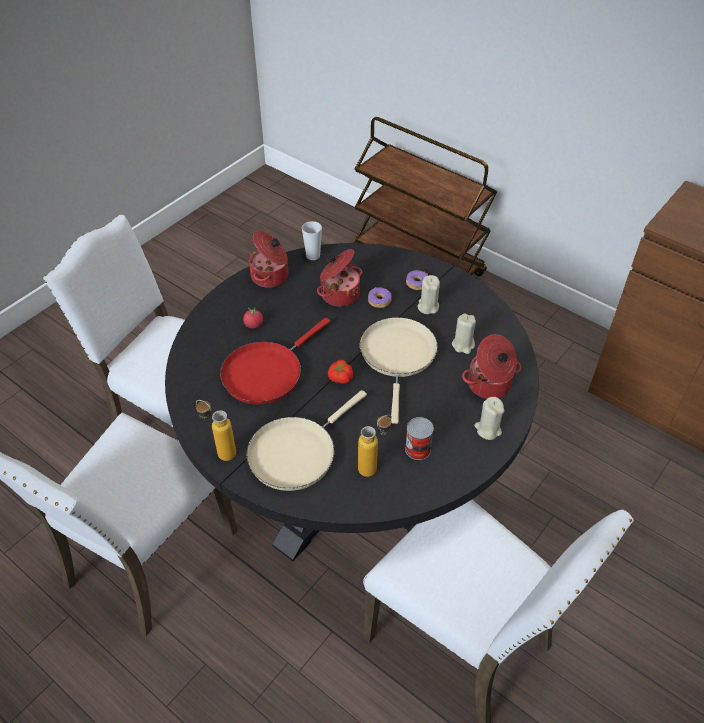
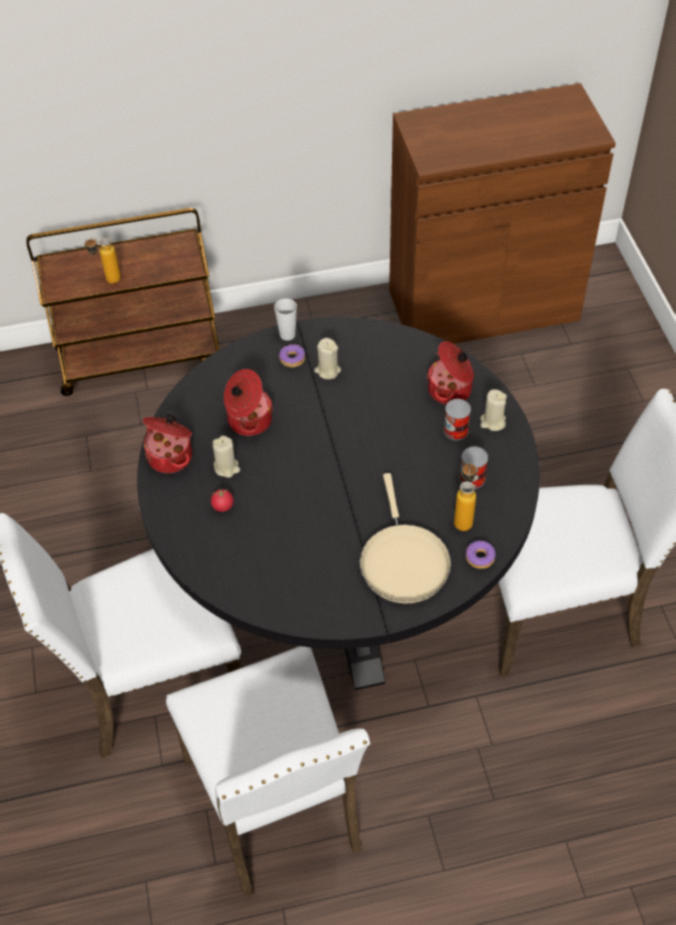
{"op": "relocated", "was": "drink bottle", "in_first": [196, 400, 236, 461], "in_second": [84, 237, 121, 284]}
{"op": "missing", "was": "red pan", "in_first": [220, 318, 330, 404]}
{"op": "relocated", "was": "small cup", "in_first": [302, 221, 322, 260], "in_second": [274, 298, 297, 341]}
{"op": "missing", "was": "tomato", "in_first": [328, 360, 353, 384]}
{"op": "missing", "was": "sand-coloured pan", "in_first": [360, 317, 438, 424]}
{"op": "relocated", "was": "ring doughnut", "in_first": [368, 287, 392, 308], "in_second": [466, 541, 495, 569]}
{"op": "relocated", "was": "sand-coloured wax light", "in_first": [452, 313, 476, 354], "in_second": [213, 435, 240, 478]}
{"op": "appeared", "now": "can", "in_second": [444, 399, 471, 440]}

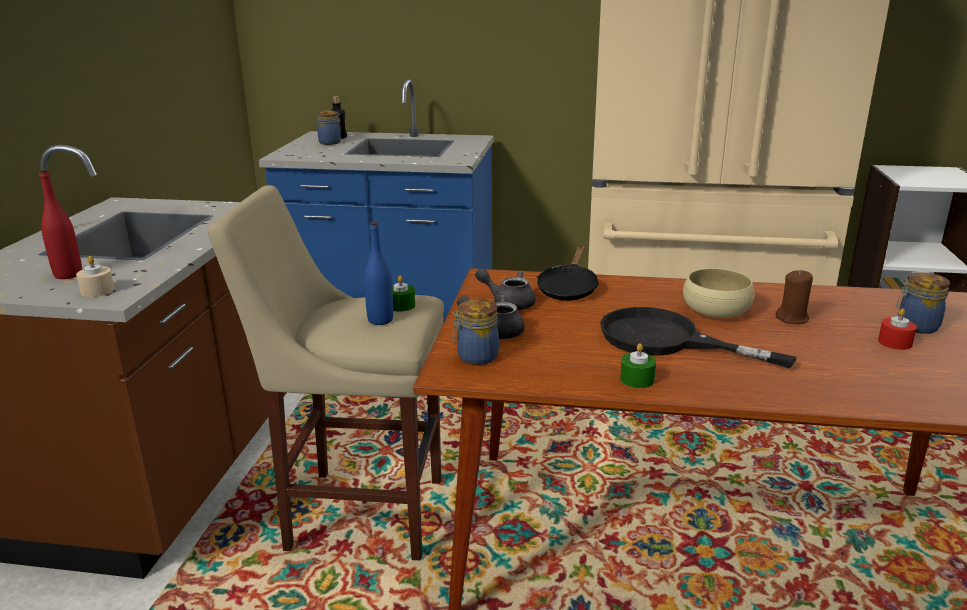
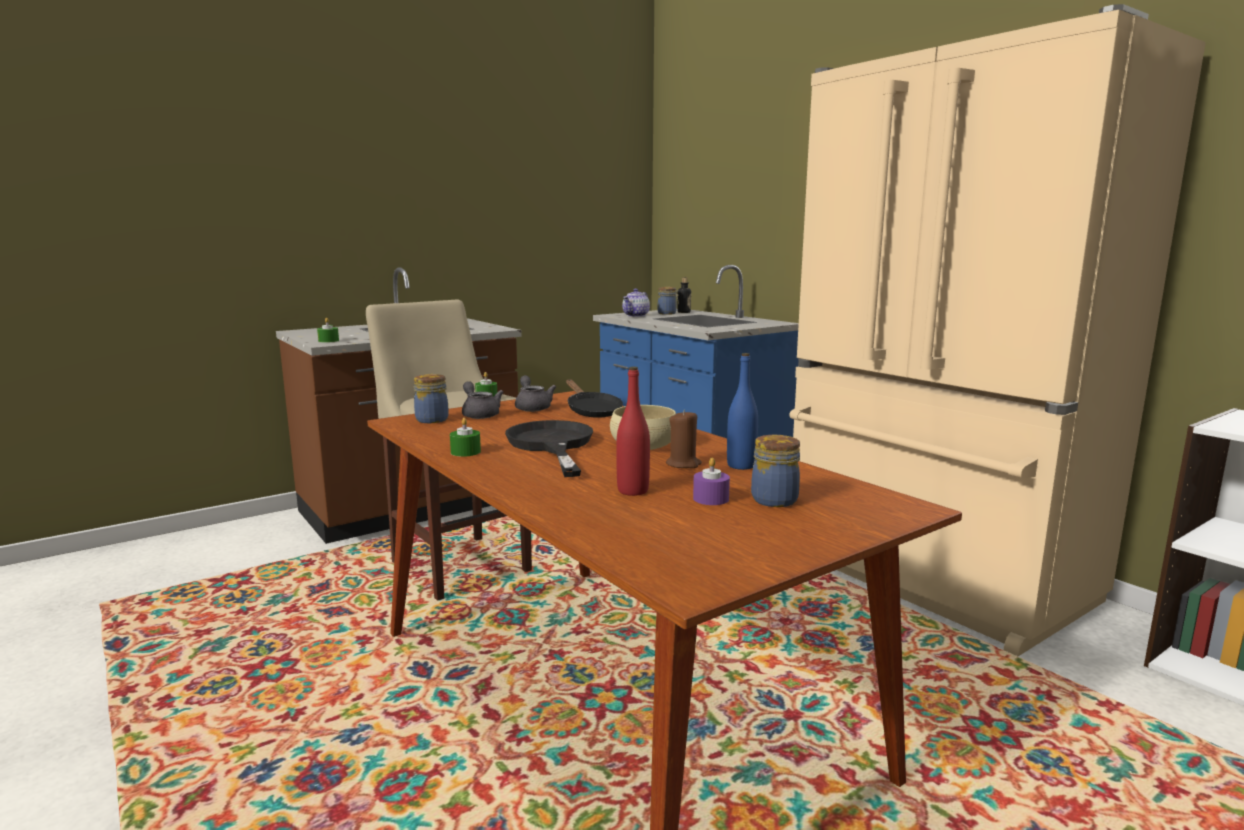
{"op": "relocated", "was": "red drink bottle", "in_first": [39, 169, 82, 279], "in_second": [616, 367, 650, 496]}
{"op": "colour", "was": "sand-coloured wax light", "now": "greenish wax light", "in_first": [76, 256, 115, 297], "in_second": [317, 318, 339, 343]}
{"op": "relocated", "was": "blue drink bottle", "in_first": [364, 222, 393, 325], "in_second": [727, 353, 758, 470]}
{"op": "spun", "was": "black pan", "in_first": [537, 245, 599, 301], "in_second": [566, 379, 623, 418], "clockwise": -90}
{"op": "colour", "was": "red wax light", "now": "purple wax light", "in_first": [878, 308, 917, 350], "in_second": [693, 458, 730, 505]}
{"op": "appeared", "now": "teapot", "in_second": [622, 288, 650, 317]}

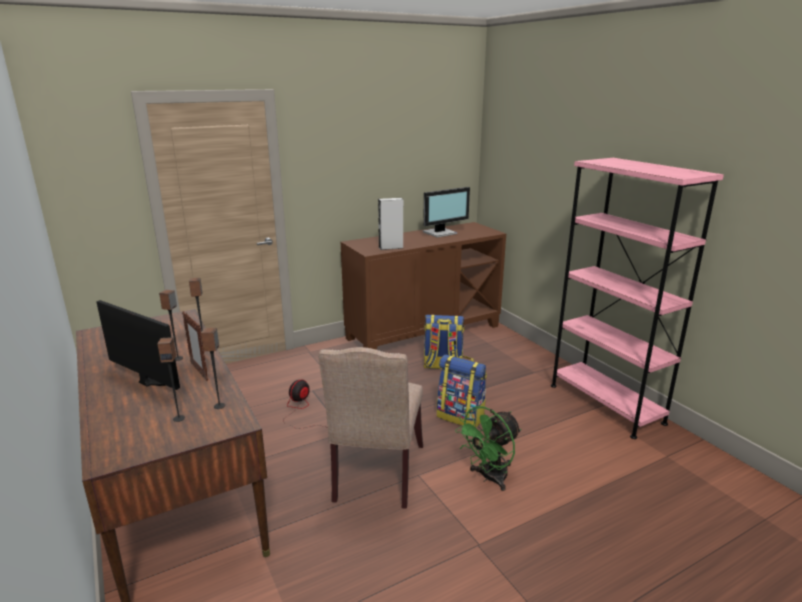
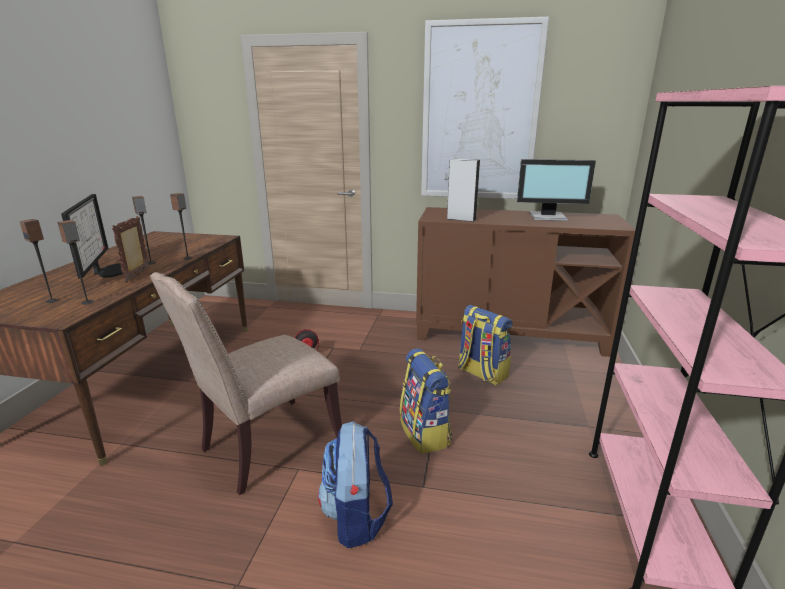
{"op": "exchanged", "was": "greenish cooling fan", "now": "rucksack", "in_first": [455, 406, 521, 491], "in_second": [318, 421, 393, 548]}
{"op": "appeared", "now": "wall picture", "in_second": [421, 17, 549, 199]}

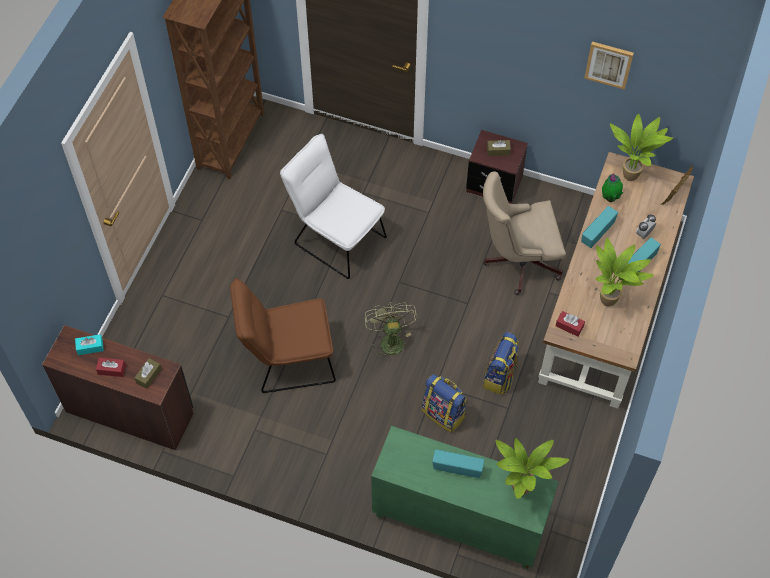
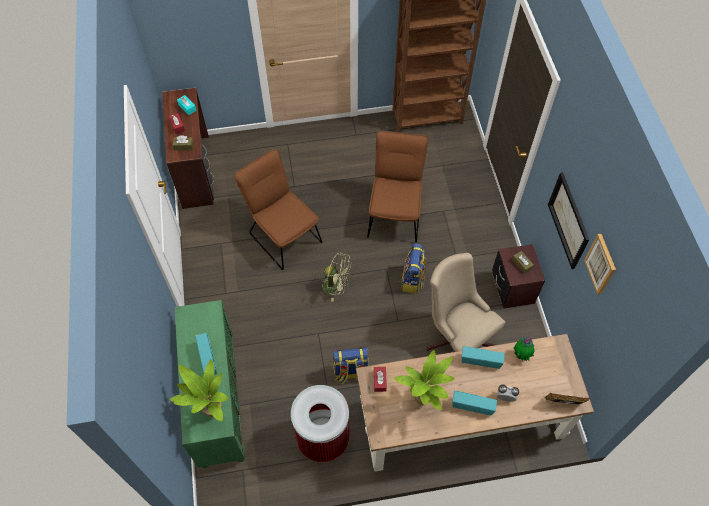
{"op": "colour", "was": "white upright chair", "now": "brownish upright chair", "in_first": [280, 134, 387, 279], "in_second": [367, 131, 429, 243]}
{"op": "spun", "was": "greenish cooling fan", "in_first": [365, 302, 417, 362], "in_second": [319, 252, 352, 302], "clockwise": 60}
{"op": "relocated", "was": "rucksack", "in_first": [422, 374, 467, 433], "in_second": [401, 243, 426, 294]}
{"op": "missing", "was": "potted plant", "in_first": [610, 114, 673, 181]}
{"op": "appeared", "now": "trash can", "in_second": [291, 385, 350, 462]}
{"op": "appeared", "now": "wall picture", "in_second": [548, 173, 589, 269]}

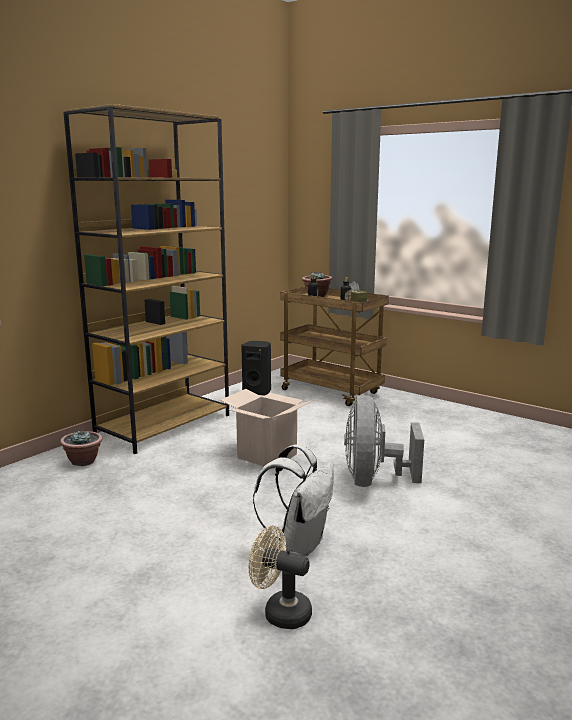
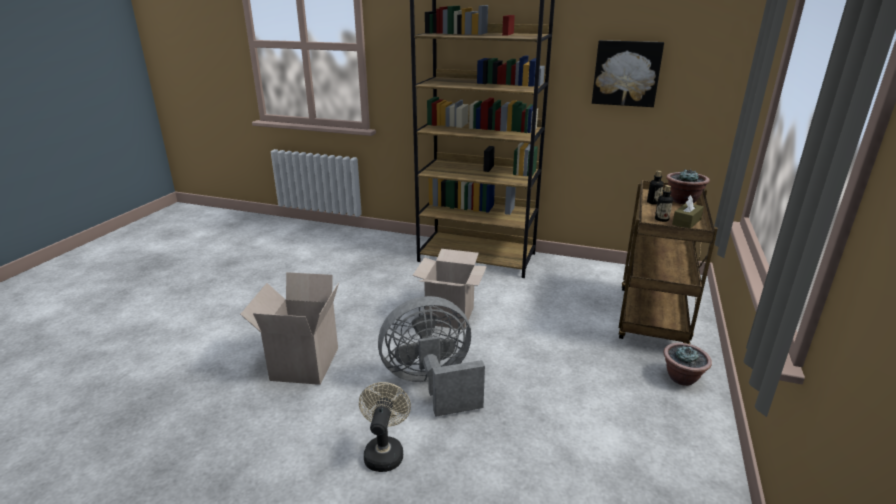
{"op": "relocated", "was": "potted plant", "in_first": [60, 430, 103, 466], "in_second": [664, 343, 712, 386]}
{"op": "missing", "was": "black audio speaker", "in_first": [241, 341, 271, 396]}
{"op": "relocated", "was": "sand-coloured cooling fan", "in_first": [249, 526, 312, 629], "in_second": [359, 382, 411, 472]}
{"op": "exchanged", "was": "white rucksack", "now": "carton", "in_first": [253, 444, 334, 556], "in_second": [240, 272, 339, 385]}
{"op": "appeared", "now": "wall picture", "in_second": [592, 40, 664, 107]}

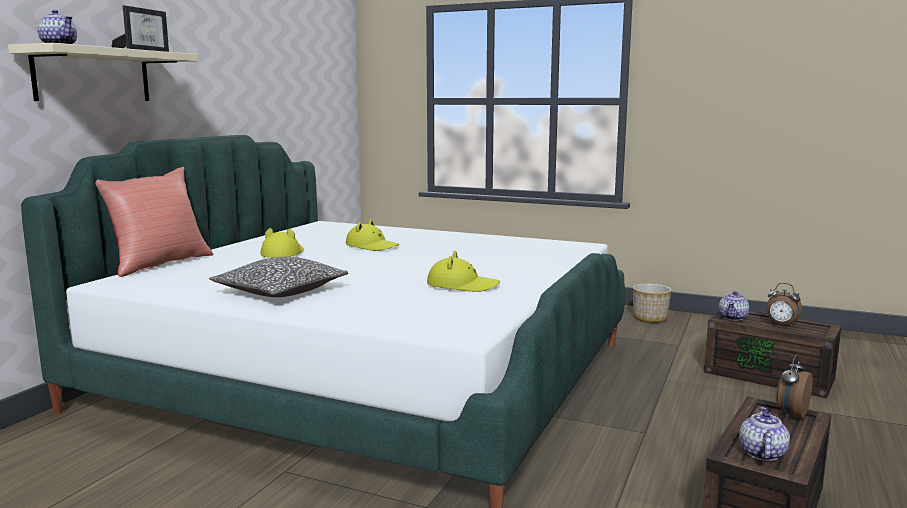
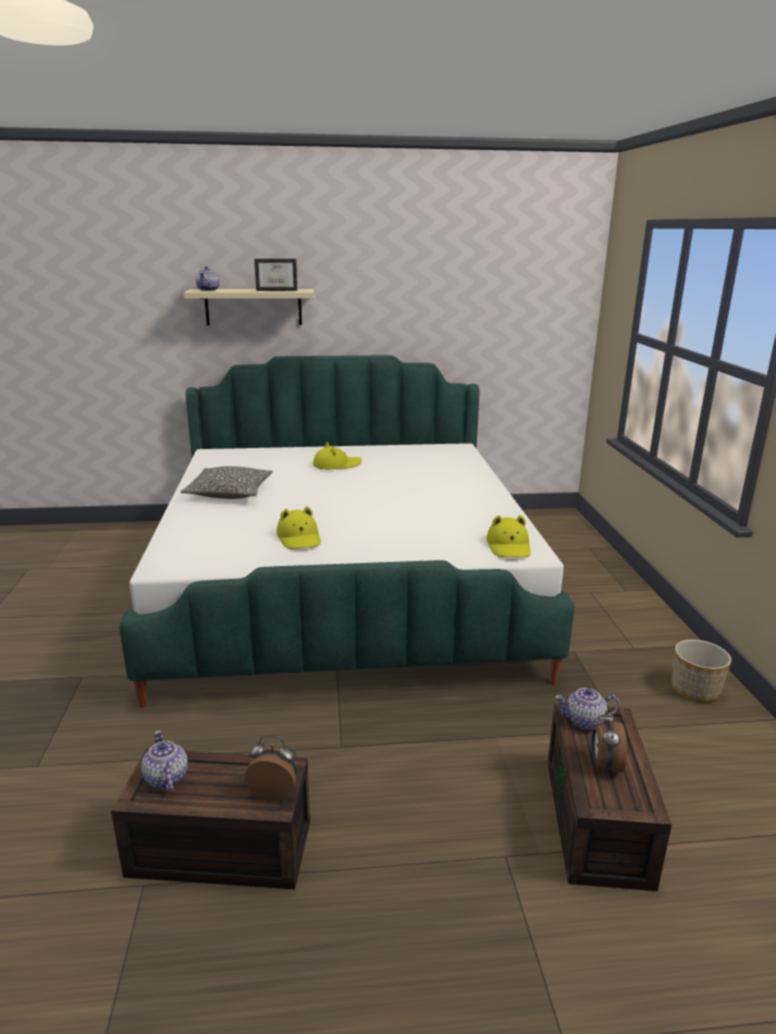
{"op": "missing", "was": "red throw pillow", "in_first": [96, 167, 213, 277]}
{"op": "relocated", "was": "yellow wearable hat", "in_first": [346, 219, 399, 251], "in_second": [487, 515, 531, 557]}
{"op": "spun", "was": "teapot", "in_first": [739, 407, 790, 461], "in_second": [141, 730, 188, 792], "clockwise": -105}

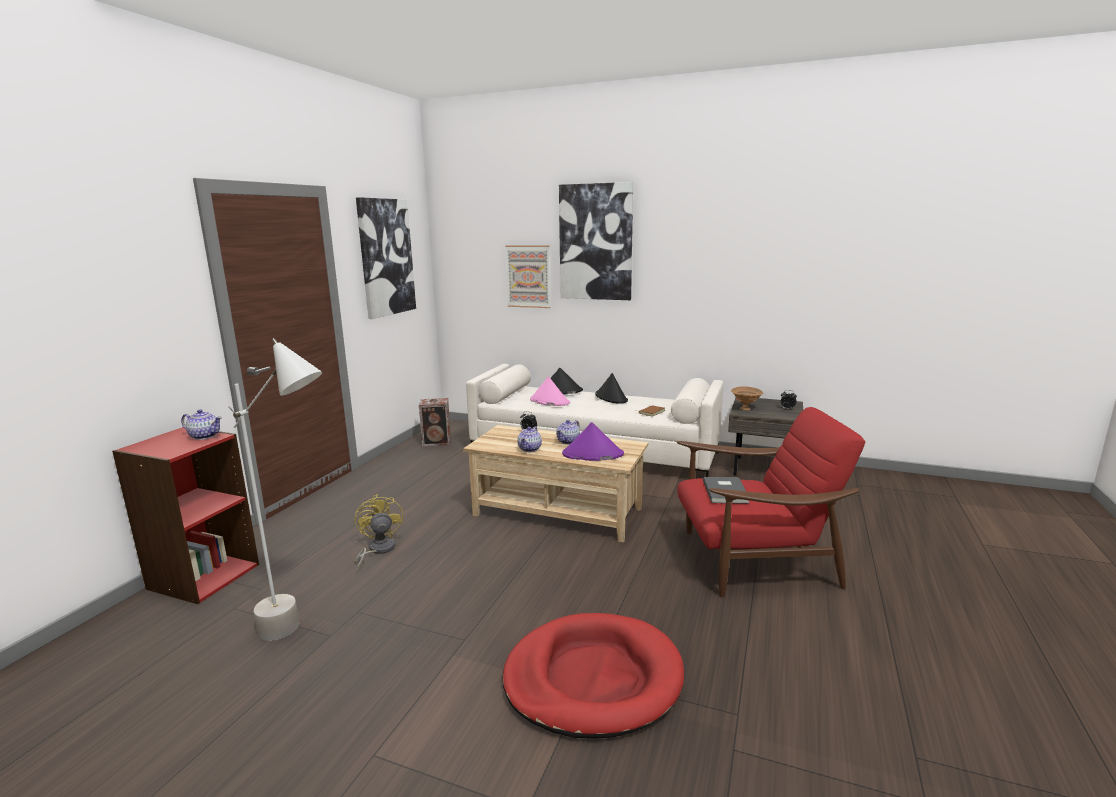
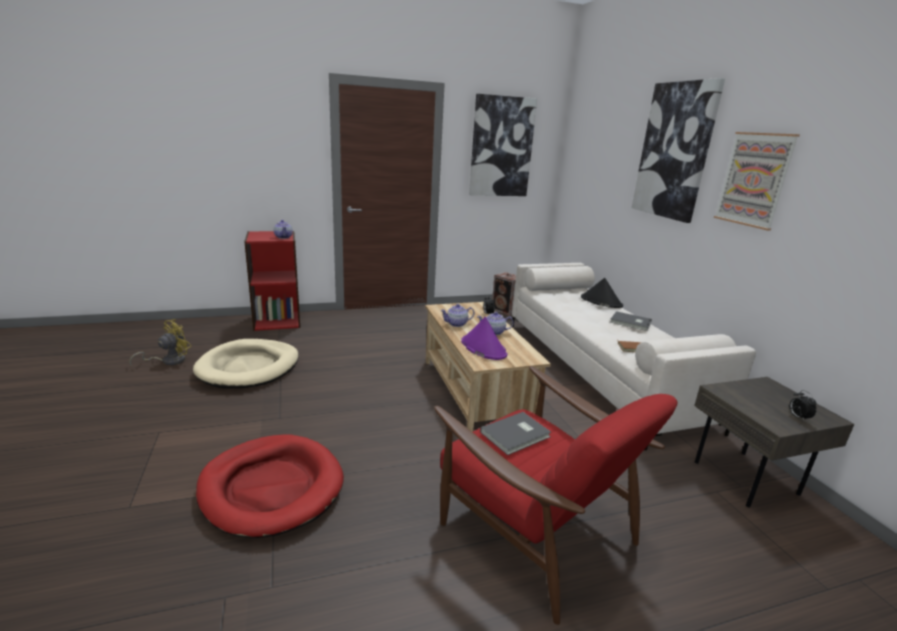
{"op": "exchanged", "was": "gray floor lamp", "now": "sand-coloured pet bed", "in_first": [229, 338, 322, 641], "in_second": [193, 339, 299, 389]}
{"op": "relocated", "was": "yellow cooling fan", "in_first": [354, 494, 403, 572], "in_second": [129, 319, 192, 365]}
{"op": "relocated", "was": "wall picture", "in_first": [505, 245, 551, 308], "in_second": [714, 132, 800, 231]}
{"op": "missing", "was": "pink-coloured wearable hat", "in_first": [530, 376, 570, 406]}
{"op": "exchanged", "was": "black wearable hat", "now": "gray volume", "in_first": [595, 373, 628, 404], "in_second": [610, 311, 652, 331]}
{"op": "missing", "was": "brownish serving bowl", "in_first": [731, 386, 763, 410]}

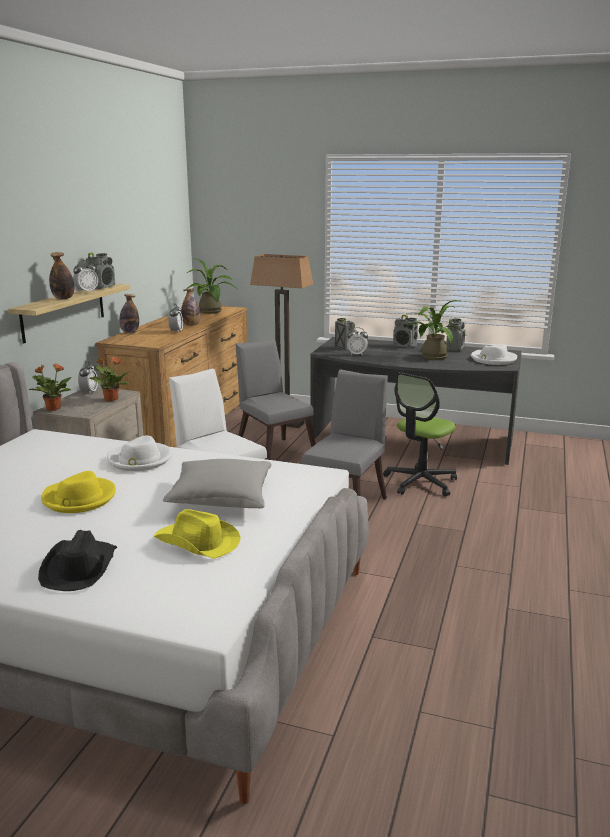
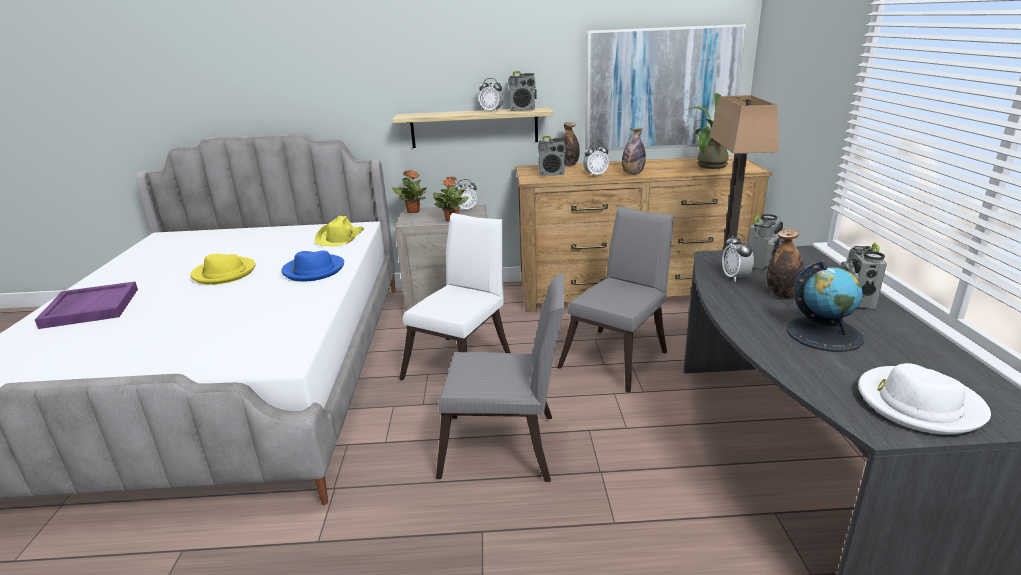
{"op": "exchanged", "was": "black wearable hat", "now": "purple carrying tray", "in_first": [38, 530, 117, 591], "in_second": [35, 282, 138, 329]}
{"op": "relocated", "was": "drink bottle", "in_first": [49, 252, 74, 299], "in_second": [767, 229, 804, 298]}
{"op": "colour", "was": "white wearable hat", "now": "blue wearable hat", "in_first": [107, 435, 172, 471], "in_second": [281, 251, 344, 281]}
{"op": "relocated", "was": "yellow wearable hat", "in_first": [154, 509, 241, 559], "in_second": [315, 216, 364, 246]}
{"op": "missing", "was": "gray throw pillow", "in_first": [163, 459, 272, 508]}
{"op": "missing", "was": "desk chair", "in_first": [383, 372, 457, 496]}
{"op": "exchanged", "was": "potted plant", "now": "world globe", "in_first": [403, 300, 463, 360], "in_second": [787, 260, 864, 352]}
{"op": "relocated", "was": "radio receiver", "in_first": [446, 318, 466, 351], "in_second": [538, 136, 566, 176]}
{"op": "appeared", "now": "wall picture", "in_second": [585, 24, 746, 151]}

